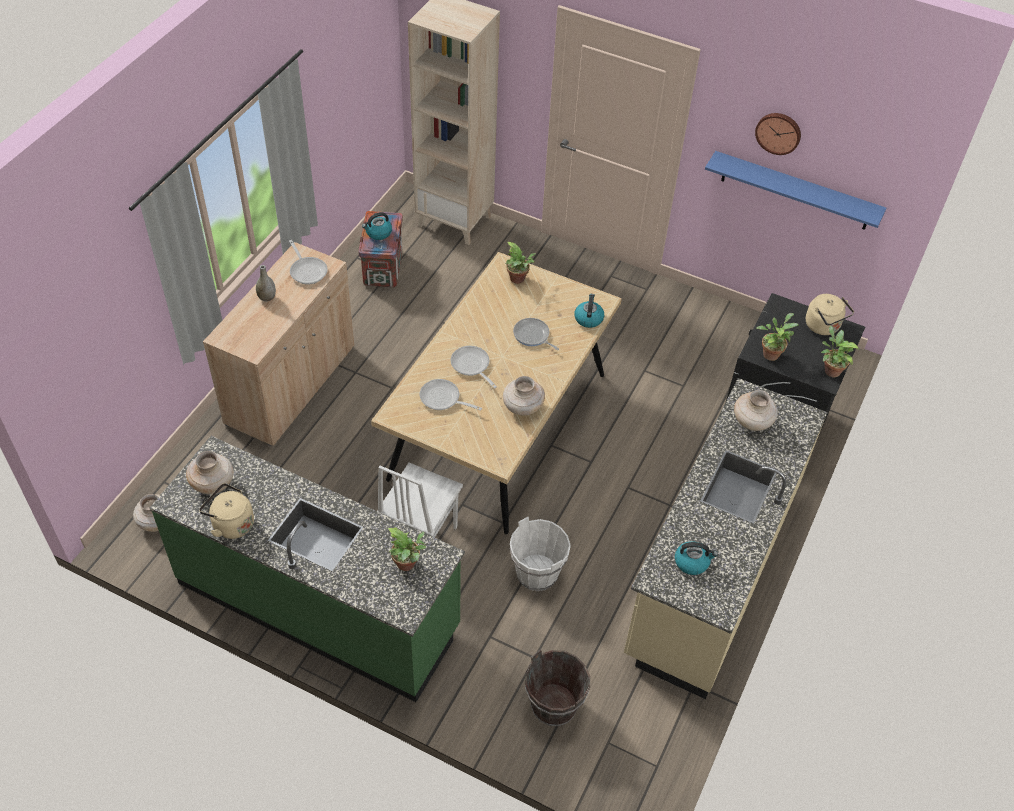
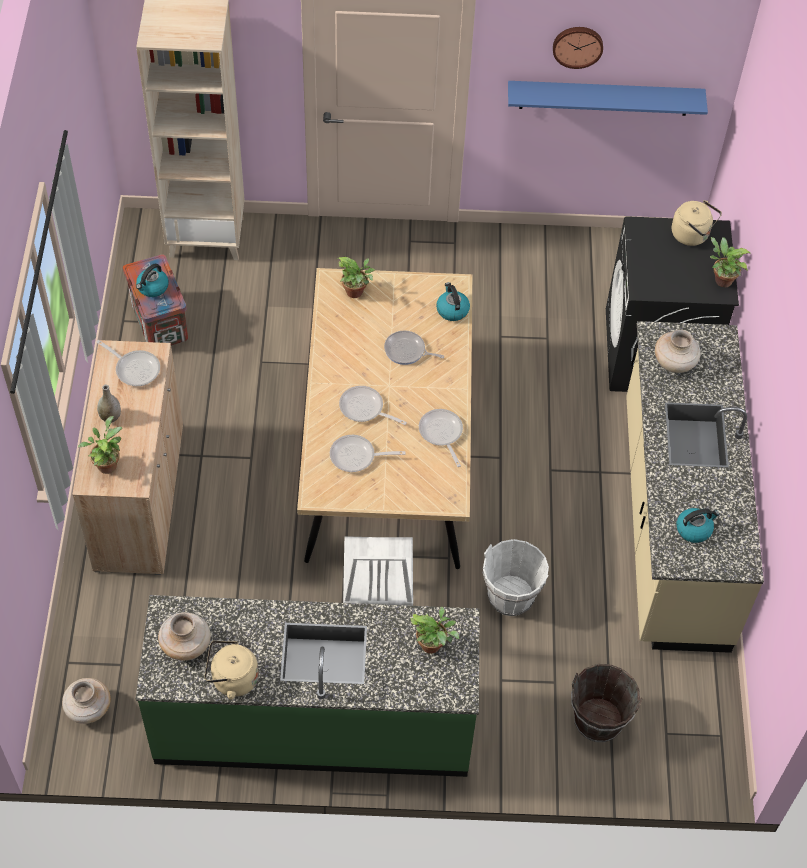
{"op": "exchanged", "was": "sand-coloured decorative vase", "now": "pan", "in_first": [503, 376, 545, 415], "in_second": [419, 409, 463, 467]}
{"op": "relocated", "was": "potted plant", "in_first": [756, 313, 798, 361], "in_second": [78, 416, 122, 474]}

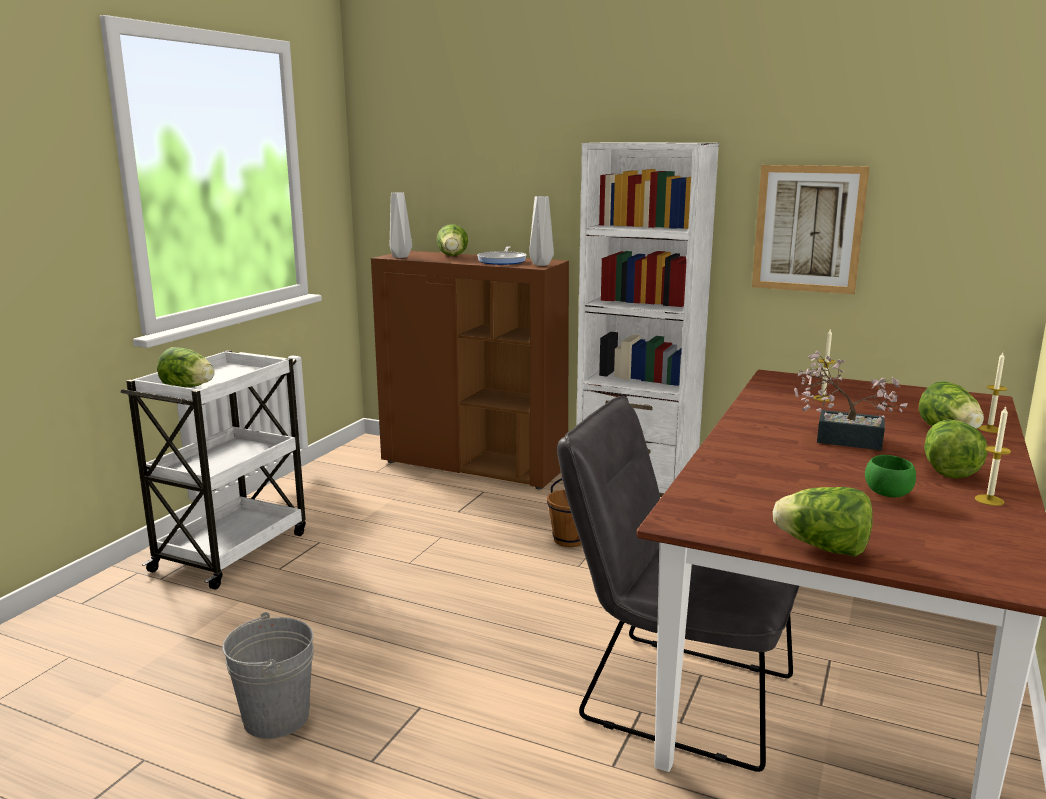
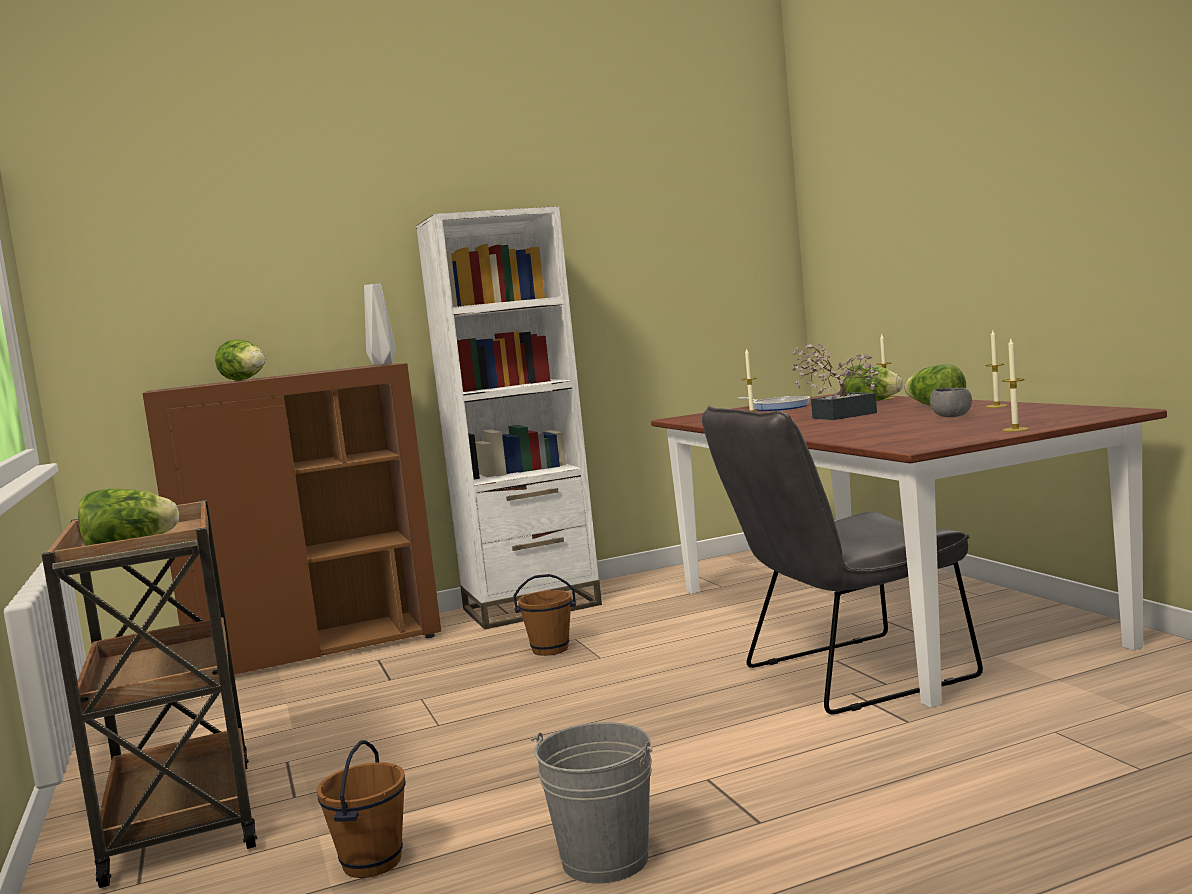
{"op": "colour", "was": "white wheeled cart", "now": "brownish wheeled cart", "in_first": [120, 350, 306, 590], "in_second": [42, 500, 257, 888]}
{"op": "missing", "was": "gray decorative vase", "in_first": [390, 192, 412, 258]}
{"op": "relocated", "was": "pan", "in_first": [477, 246, 527, 265], "in_second": [736, 396, 810, 411]}
{"op": "missing", "was": "wall picture", "in_first": [752, 165, 869, 294]}
{"op": "exchanged", "was": "head of lettuce", "now": "wax light", "in_first": [773, 487, 873, 556], "in_second": [1002, 339, 1029, 432]}
{"op": "colour", "was": "greenish serving bowl", "now": "gray serving bowl", "in_first": [865, 455, 916, 497], "in_second": [930, 388, 972, 417]}
{"op": "appeared", "now": "brownish bucket", "in_second": [317, 740, 406, 878]}

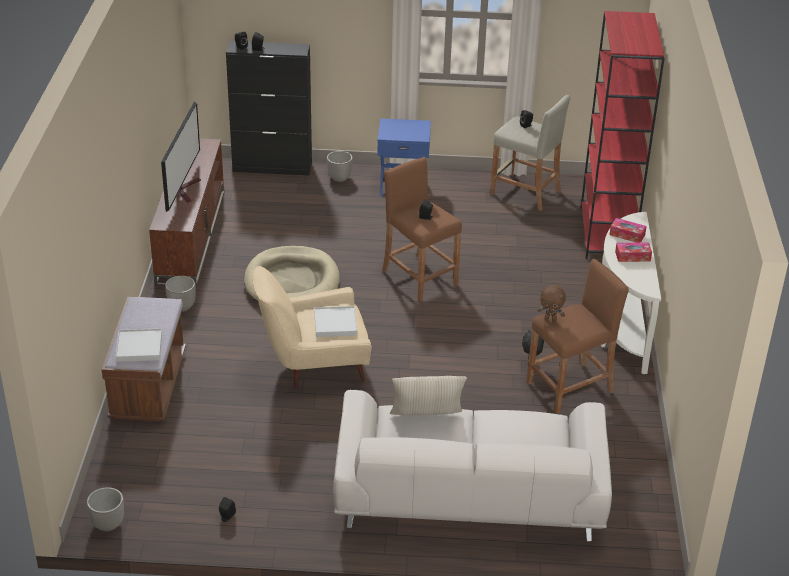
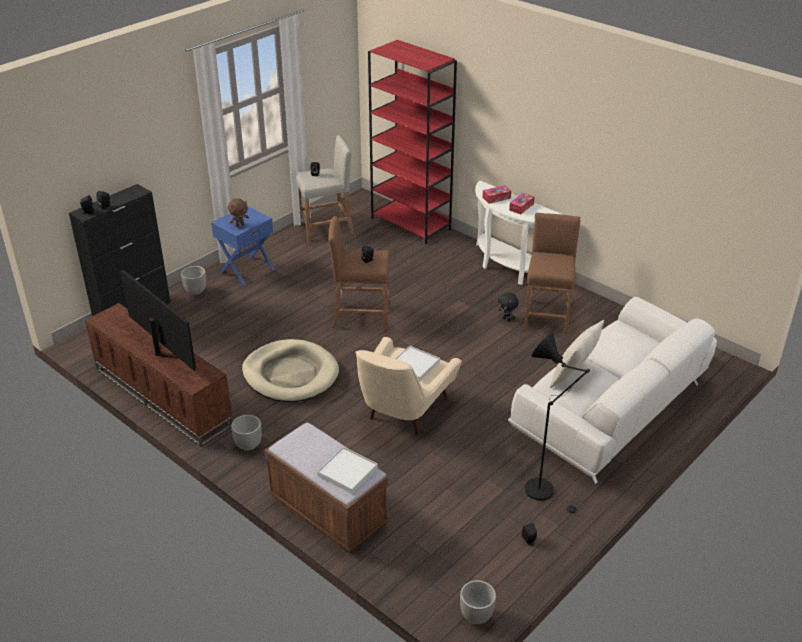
{"op": "relocated", "was": "brownish plush toy", "in_first": [538, 285, 566, 322], "in_second": [228, 198, 249, 227]}
{"op": "appeared", "now": "black floor lamp", "in_second": [525, 333, 590, 513]}

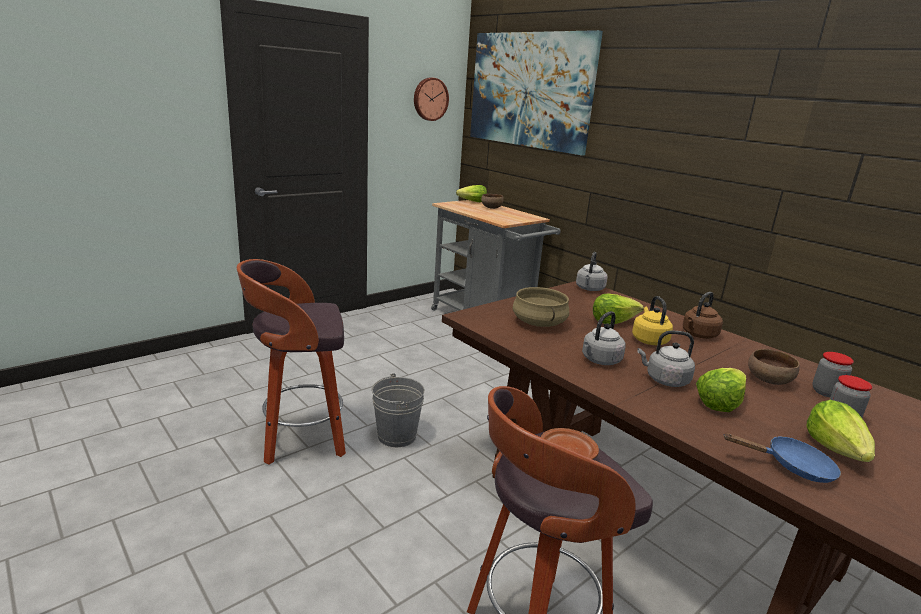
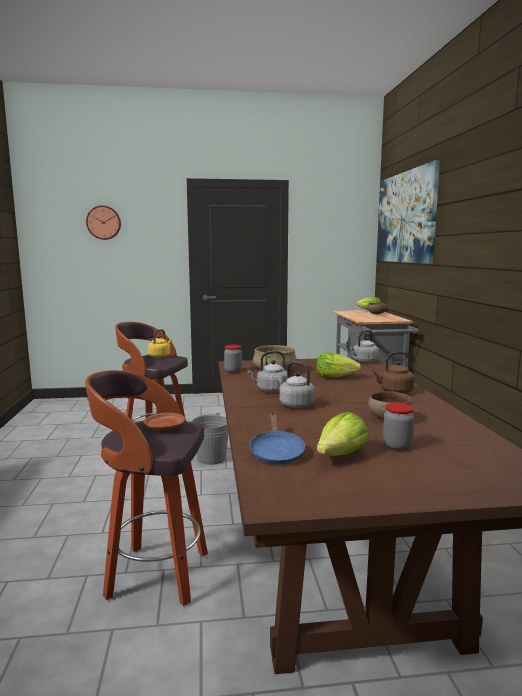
{"op": "relocated", "was": "wall clock", "in_first": [414, 78, 449, 121], "in_second": [86, 205, 121, 240]}
{"op": "relocated", "was": "yellow kettle", "in_first": [632, 296, 673, 345], "in_second": [148, 329, 172, 358]}
{"op": "missing", "was": "head of lettuce", "in_first": [696, 368, 747, 412]}
{"op": "spun", "was": "blue pan", "in_first": [723, 433, 841, 483], "in_second": [248, 412, 306, 465], "clockwise": 45}
{"op": "relocated", "was": "preserve jar", "in_first": [812, 352, 854, 397], "in_second": [224, 345, 242, 373]}

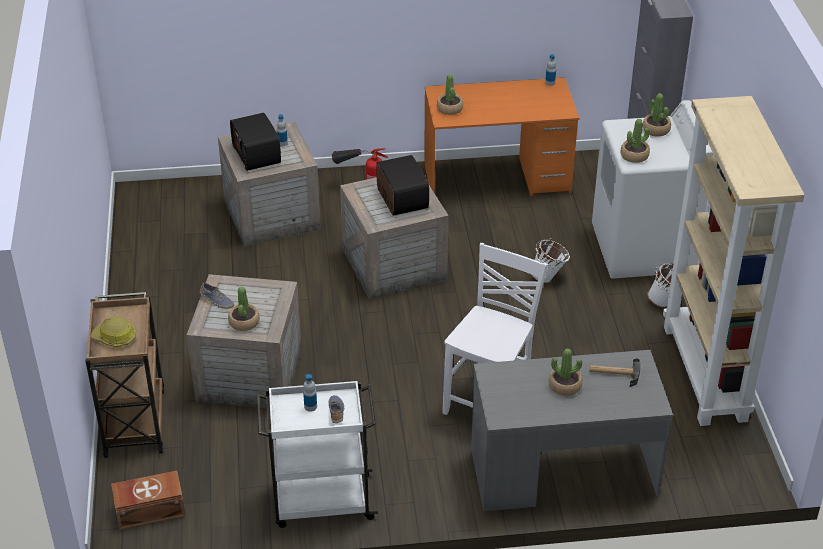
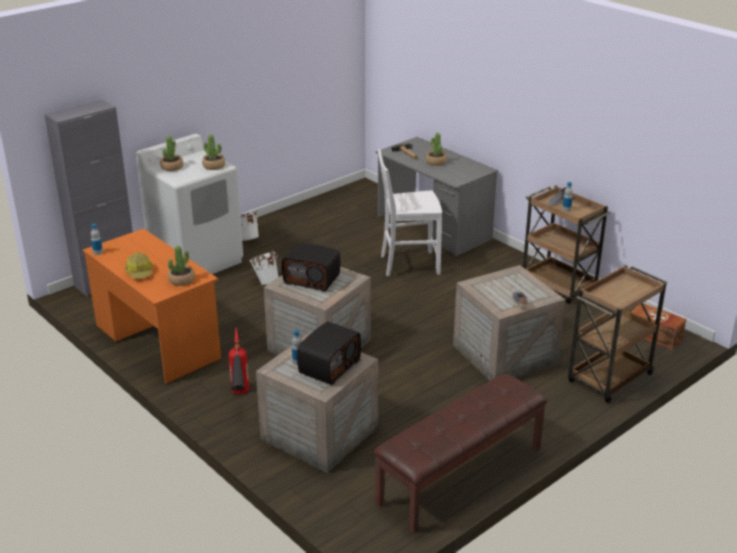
{"op": "relocated", "was": "safety helmet", "in_first": [91, 317, 136, 347], "in_second": [125, 253, 153, 279]}
{"op": "missing", "was": "potted plant", "in_first": [228, 286, 260, 331]}
{"op": "colour", "was": "white wheeled cart", "now": "brownish wheeled cart", "in_first": [256, 380, 378, 528], "in_second": [523, 186, 611, 304]}
{"op": "spun", "was": "radio receiver", "in_first": [376, 155, 429, 216], "in_second": [281, 243, 341, 291], "clockwise": -105}
{"op": "missing", "was": "sand-coloured bookshelf", "in_first": [663, 96, 805, 426]}
{"op": "appeared", "now": "brownish long seat", "in_second": [373, 374, 547, 533]}

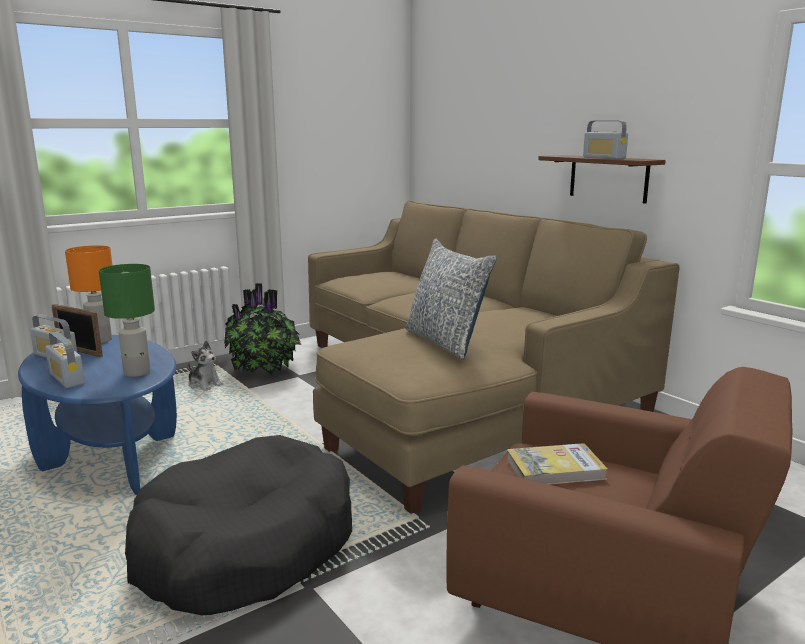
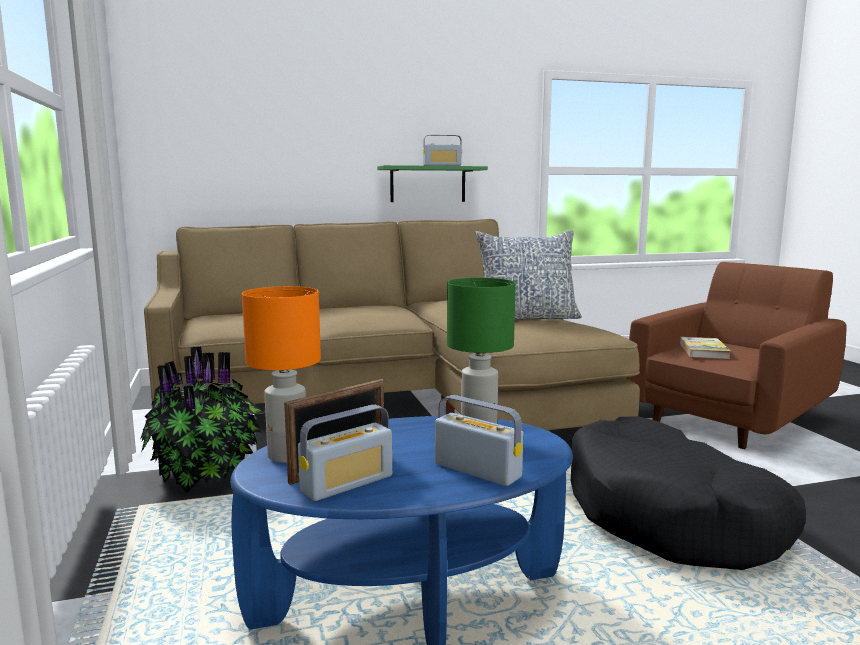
{"op": "spun", "was": "radio receiver", "in_first": [45, 332, 85, 388], "in_second": [435, 395, 523, 486], "clockwise": -120}
{"op": "missing", "was": "plush toy", "in_first": [188, 341, 223, 391]}
{"op": "colour", "was": "brownish bracket shelf", "now": "greenish bracket shelf", "in_first": [538, 155, 666, 204], "in_second": [377, 165, 488, 202]}

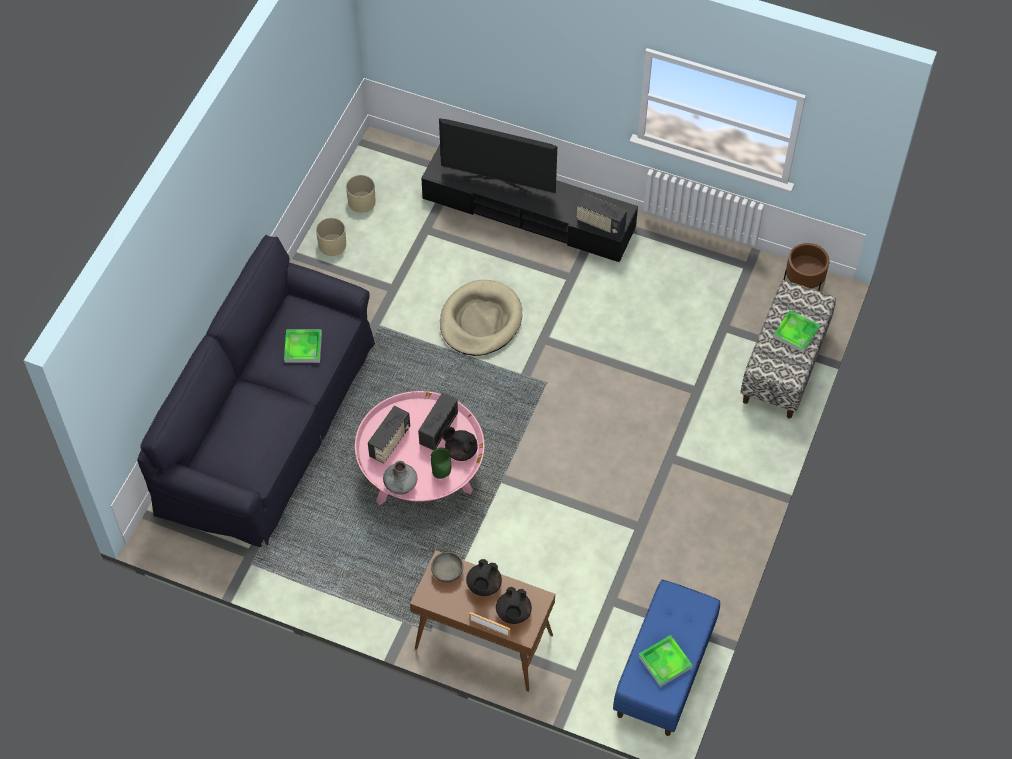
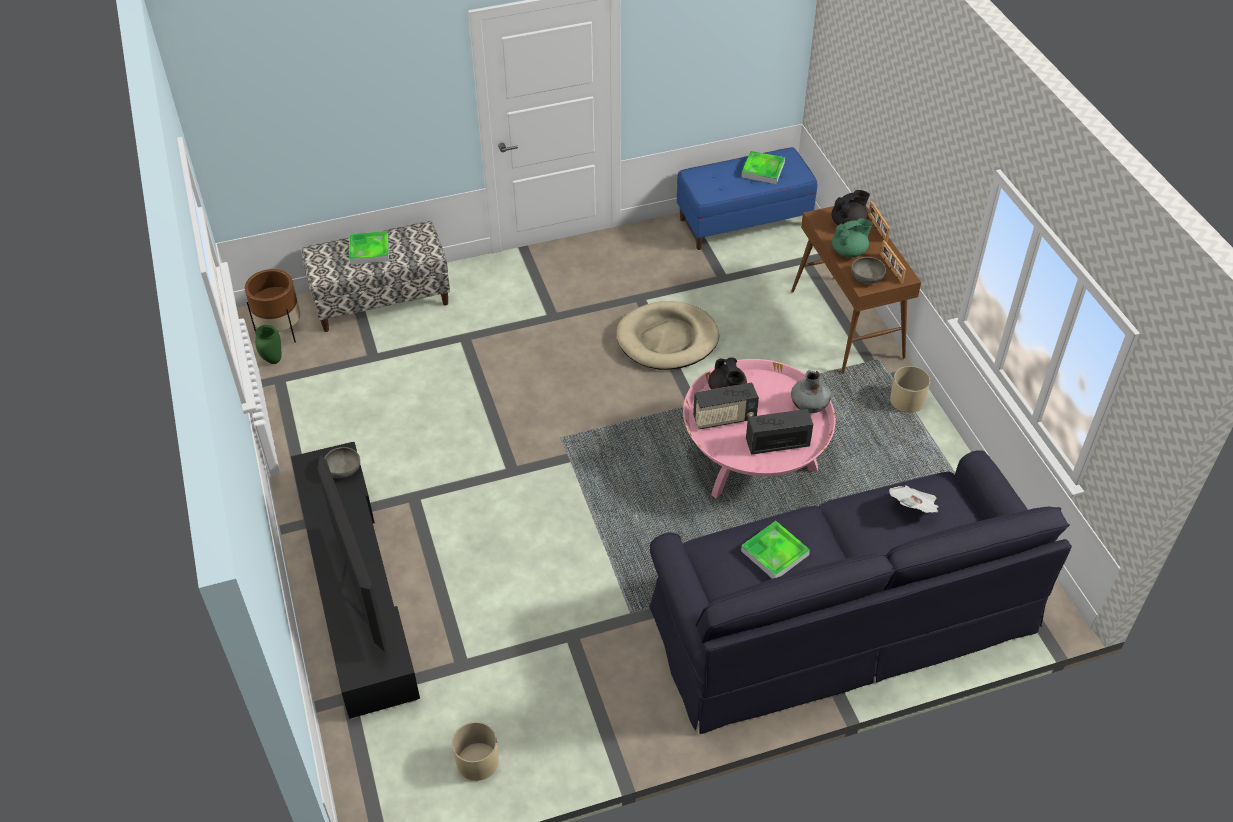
{"op": "relocated", "was": "sand-coloured plant pot", "in_first": [316, 218, 346, 256], "in_second": [890, 366, 930, 413]}
{"op": "relocated", "was": "greenish decorative vase", "in_first": [431, 448, 451, 479], "in_second": [255, 325, 281, 364]}
{"op": "relocated", "was": "sand-coloured pet bed", "in_first": [440, 280, 522, 356], "in_second": [617, 301, 719, 370]}
{"op": "colour", "was": "black teapot", "now": "greenish teapot", "in_first": [466, 559, 502, 596], "in_second": [832, 218, 873, 257]}
{"op": "exchanged", "was": "radio receiver", "now": "gray serving bowl", "in_first": [577, 194, 627, 237], "in_second": [324, 447, 360, 478]}
{"op": "appeared", "now": "standing frame", "in_second": [880, 240, 906, 283]}
{"op": "appeared", "now": "newspaper", "in_second": [889, 485, 939, 513]}

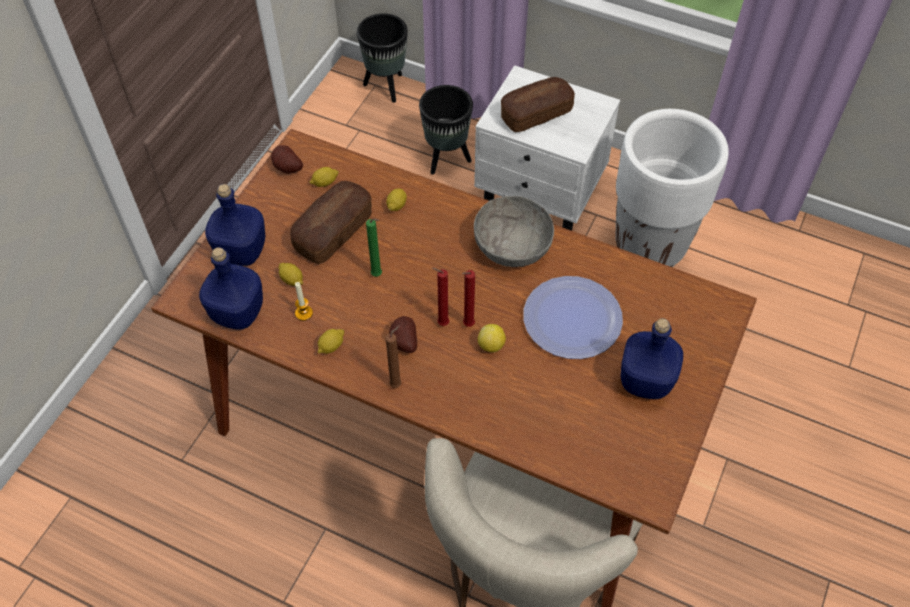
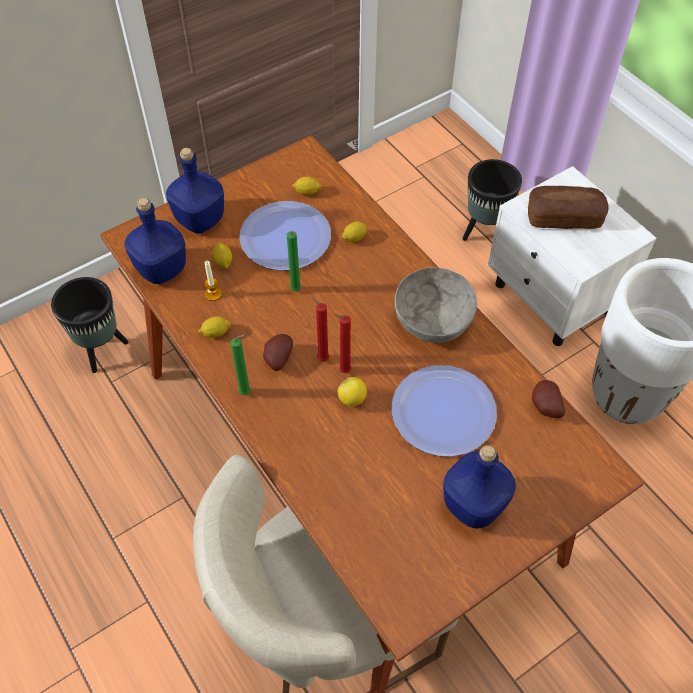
{"op": "relocated", "was": "whole potato", "in_first": [271, 145, 303, 174], "in_second": [532, 380, 565, 418]}
{"op": "exchanged", "was": "baked bread", "now": "flat dish", "in_first": [290, 181, 372, 264], "in_second": [239, 201, 331, 271]}
{"op": "relocated", "was": "black plant pot", "in_first": [357, 13, 408, 103], "in_second": [51, 277, 128, 373]}
{"op": "colour", "was": "brownish wax light", "now": "greenish wax light", "in_first": [386, 326, 402, 388], "in_second": [230, 334, 251, 395]}

